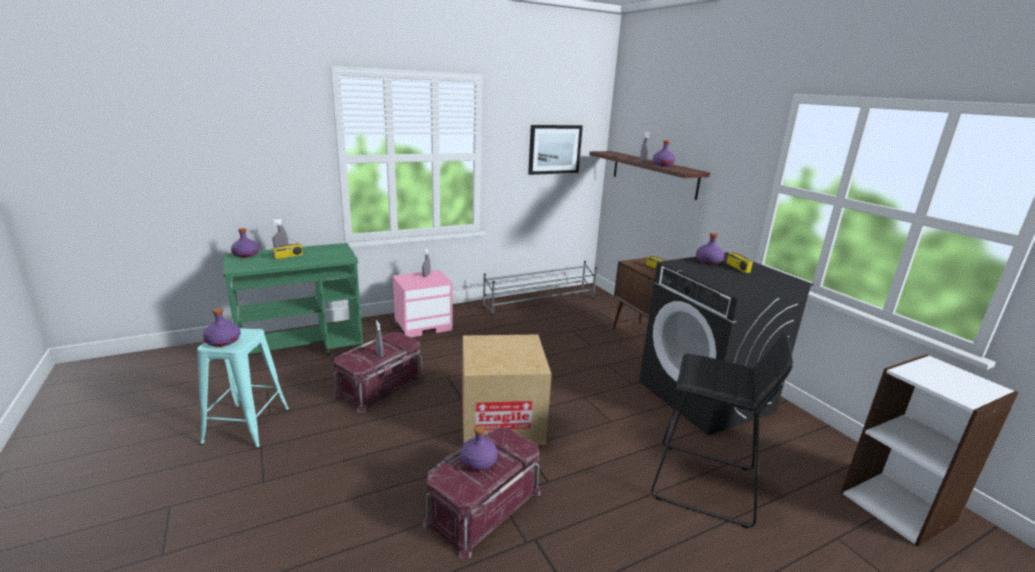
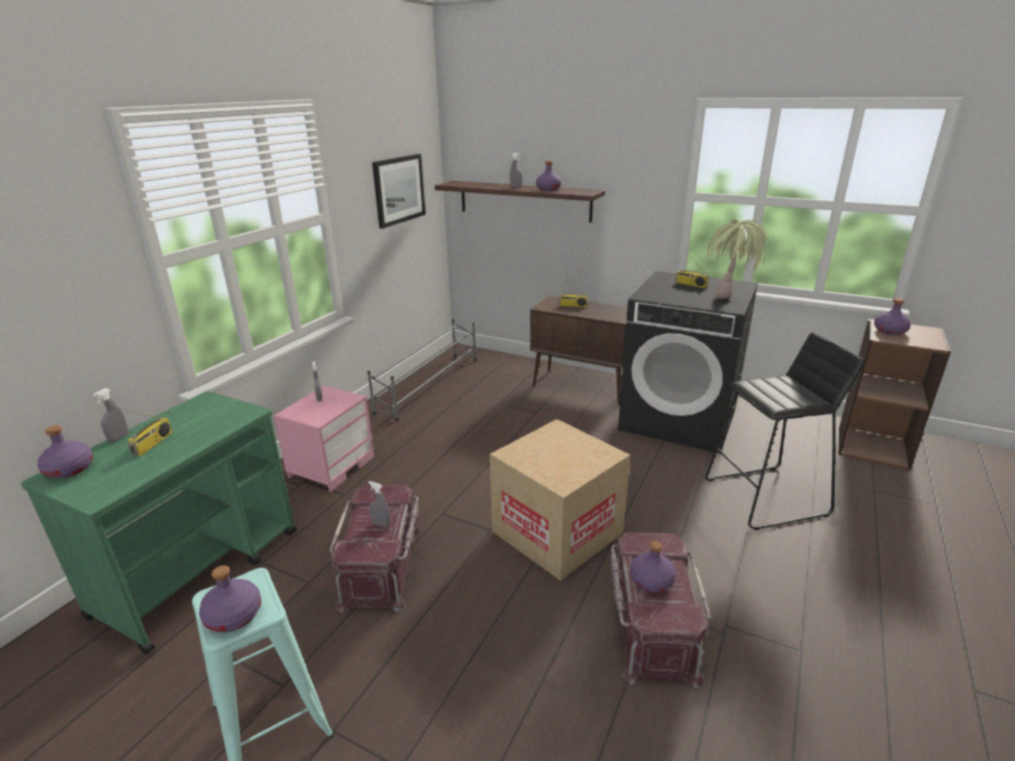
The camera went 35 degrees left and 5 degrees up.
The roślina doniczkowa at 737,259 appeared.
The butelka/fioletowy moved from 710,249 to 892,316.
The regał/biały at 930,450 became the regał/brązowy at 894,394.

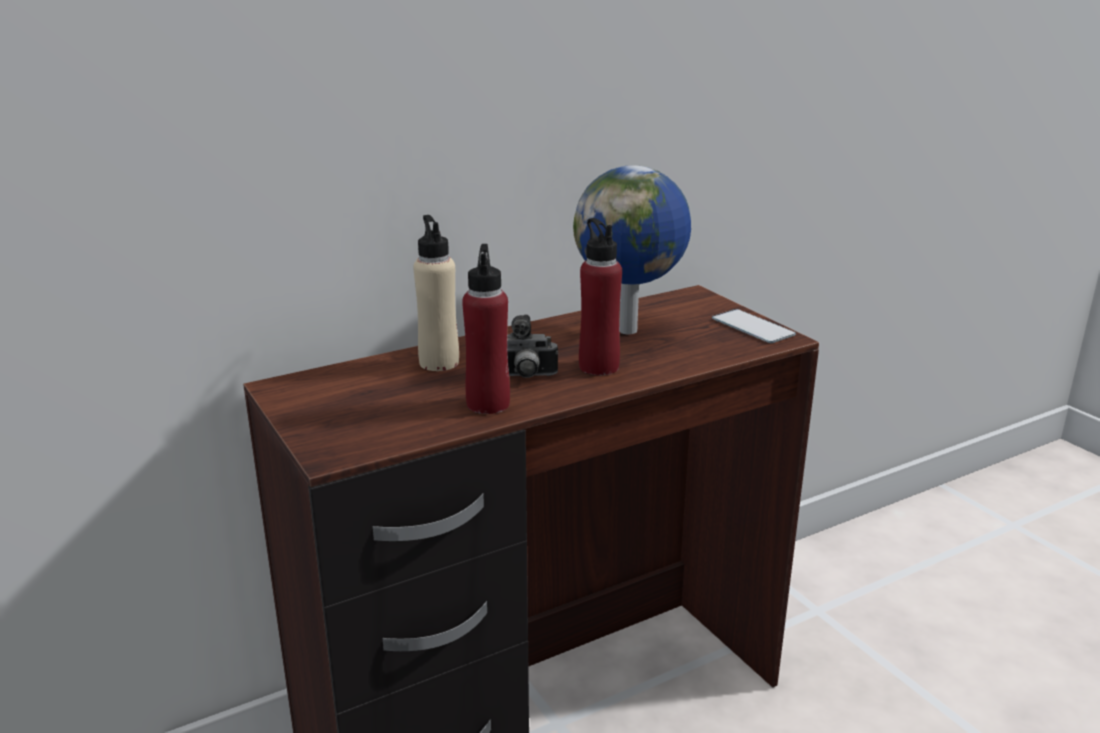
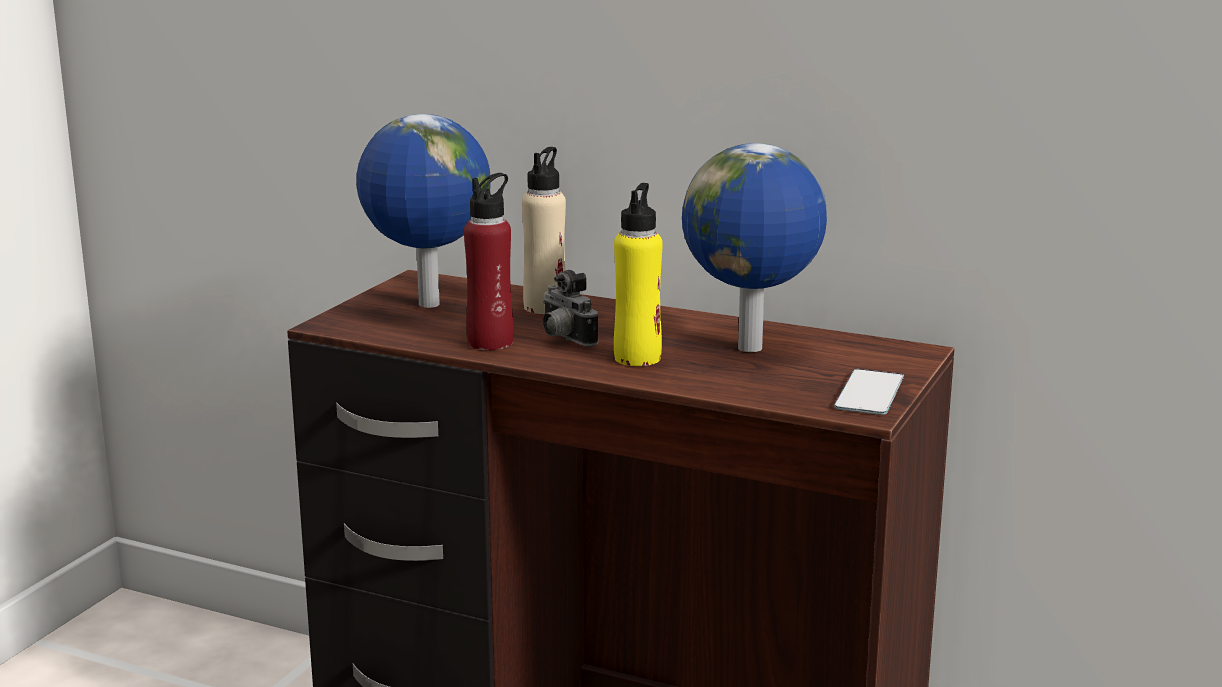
The camera went 55 degrees right and 5 degrees down.
The globus at 423,211 appeared.
The butelka/czerwony at 600,296 became the butelka/żółty at 638,274.

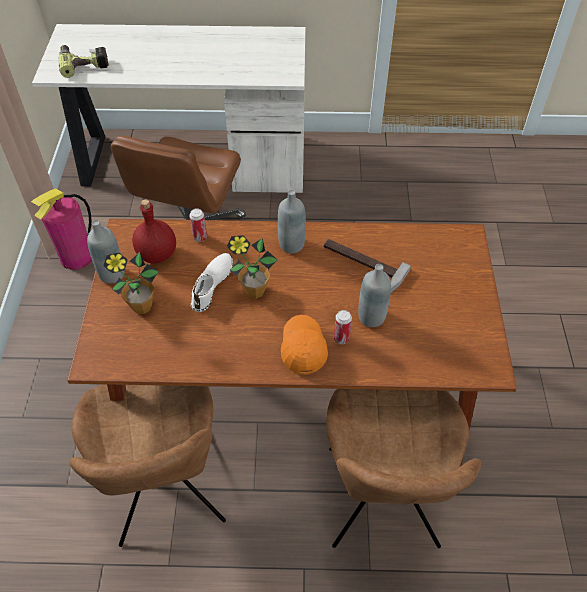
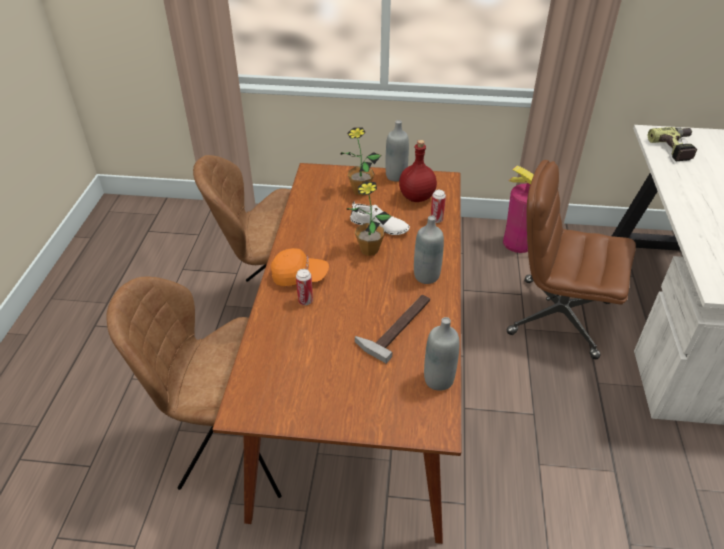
The camera went 95 degrees right and 10 degrees down.
The butelka/szary moved from 374,295 to 442,354.

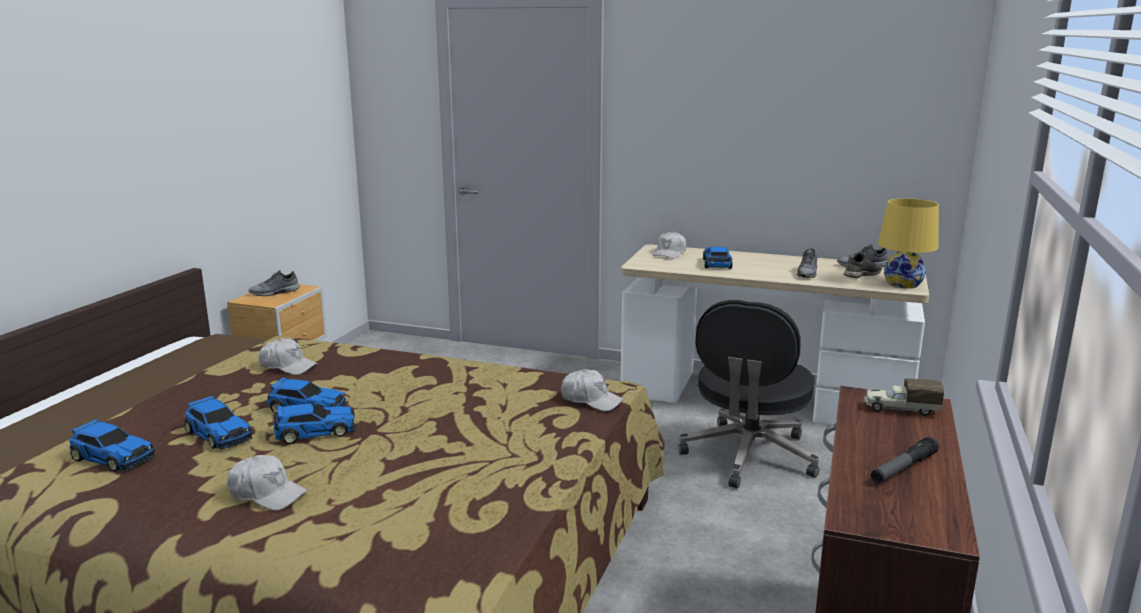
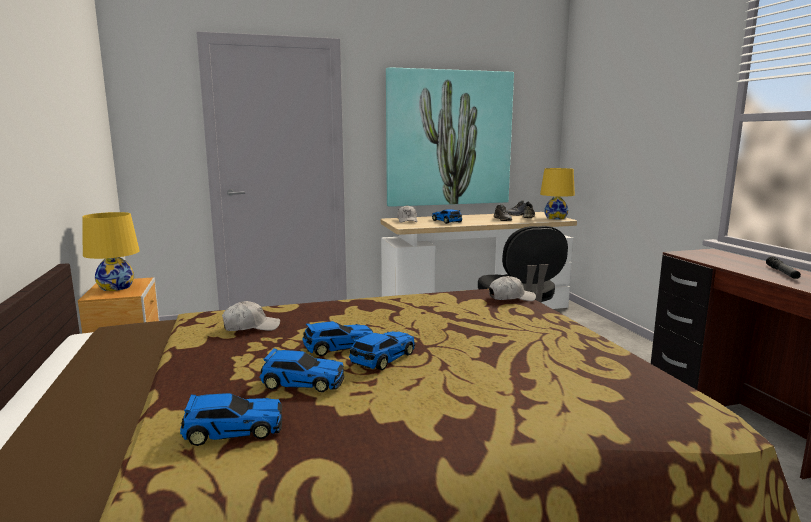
The camera went 35 degrees left and 5 degrees down.
The czapka z daszkiem/biały at 267,483 disappeared.
The ciężarówka zabawkowa at 904,397 disappeared.
The obraz at 450,137 appeared.
The but/szary at 274,283 was replaced by the lampa stołowa/żółty at 111,251.

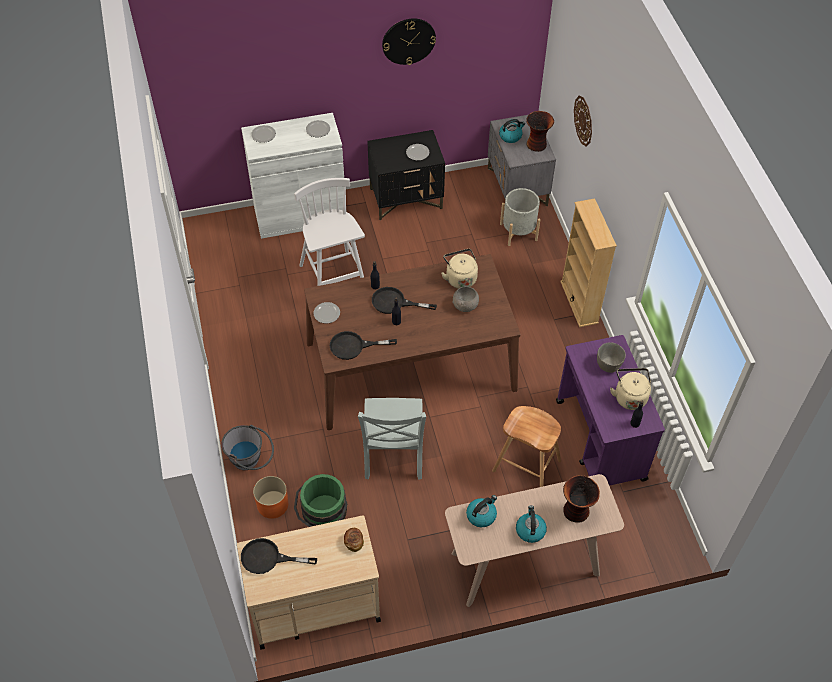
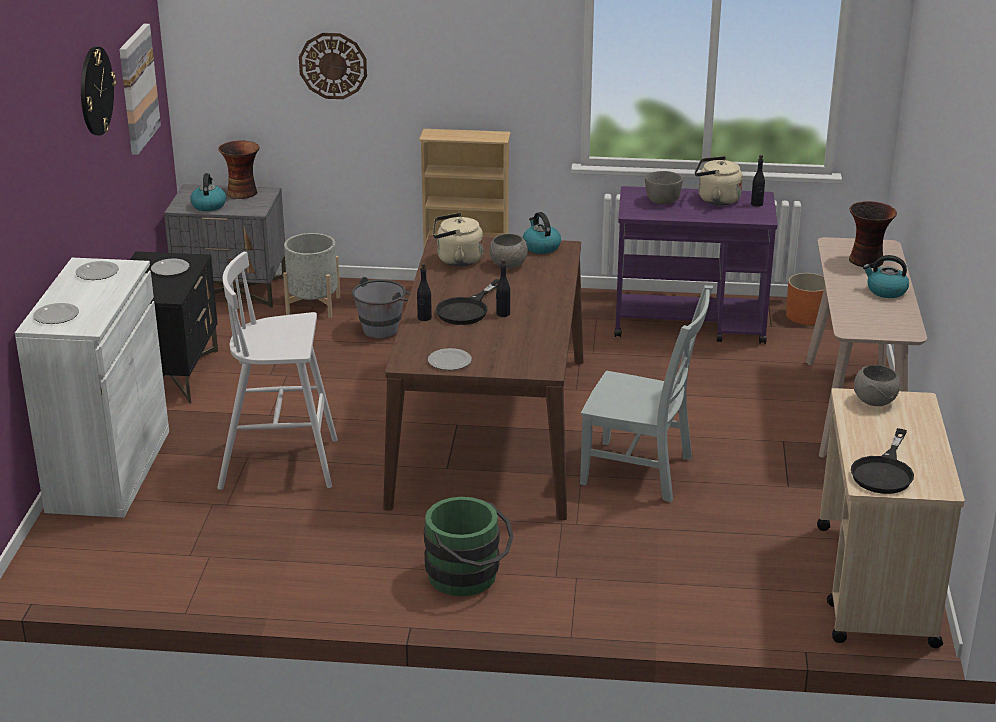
The camera went 70 degrees left and 25 degrees down.
The patelnia/czarny at 363,345 disappeared.
The stołek/brązowy at 526,446 disappeared.
The obraz at 140,89 appeared.
The wiadro/szary moved from 247,447 to 381,308.
The donica/pomarańczowy moved from 270,497 to 805,299.
The wiadro/zielony moved from 321,500 to 469,546.
The czajnik moved from 481,511 to 541,233.
The chleb at 354,540 was replaced by the miska/szary at 877,385.

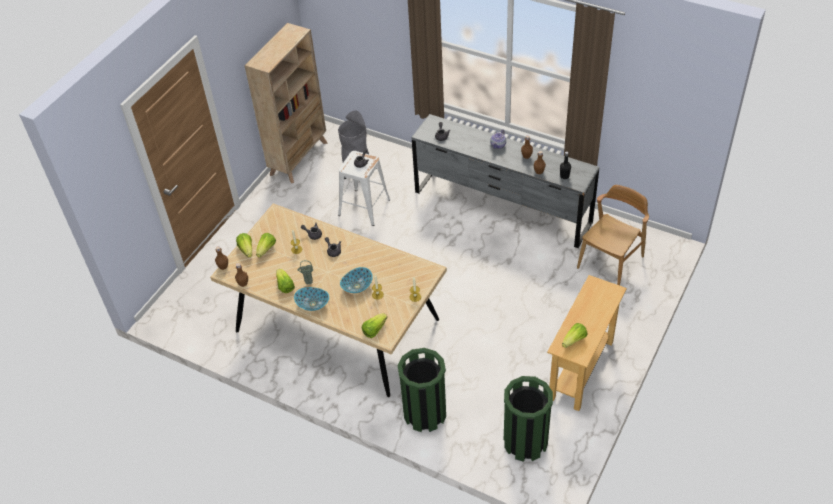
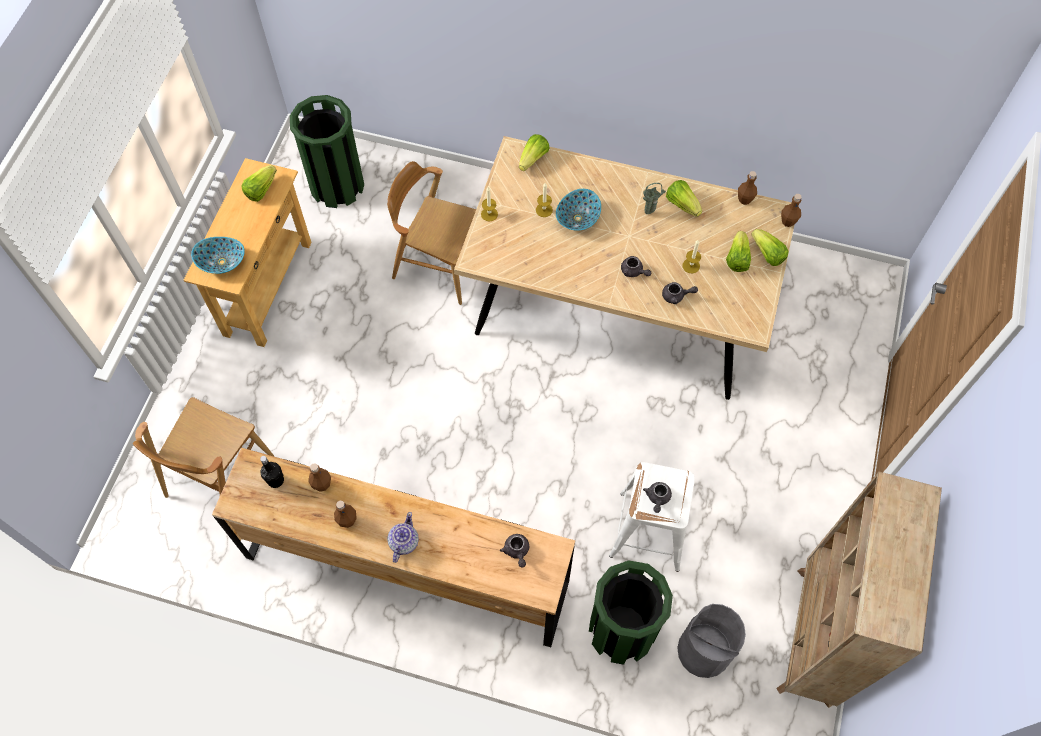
The camera went 165 degrees right and 15 degrees up.
The krzesło/brązowy at 431,233 appeared.
The miska moved from 311,299 to 218,255.
The kosz na śmieci/zielony moved from 422,390 to 631,612.
The komoda/szary at 505,181 became the komoda/brązowy at 393,547.

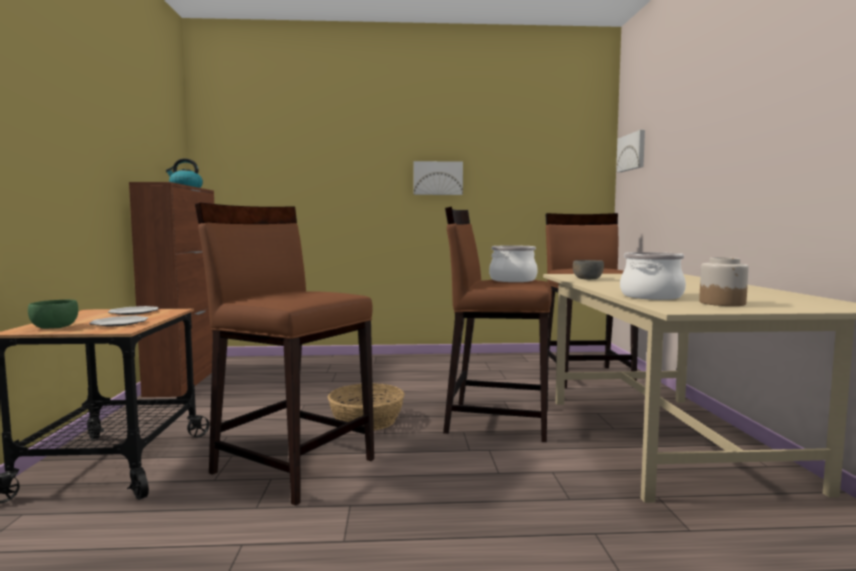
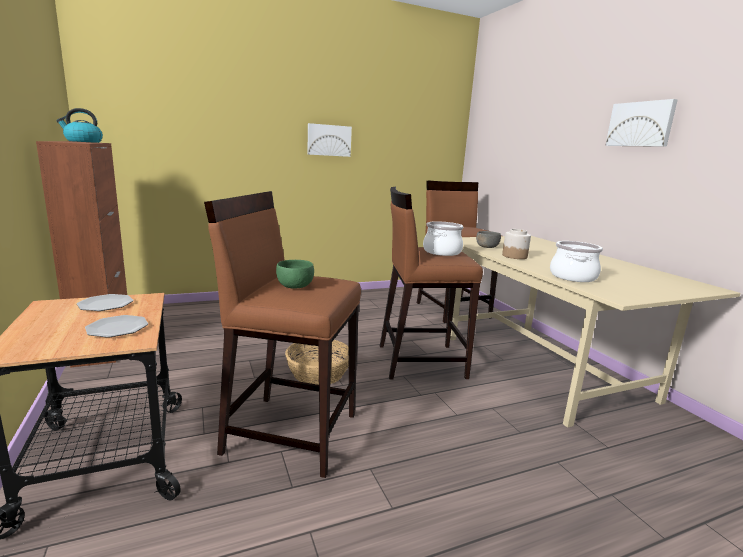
The camera went 20 degrees left and 10 degrees up.
The miska/zielony moved from 53,314 to 295,274.
The obraz moved from 630,151 to 641,123.
The słoik moved from 724,281 to 516,244.

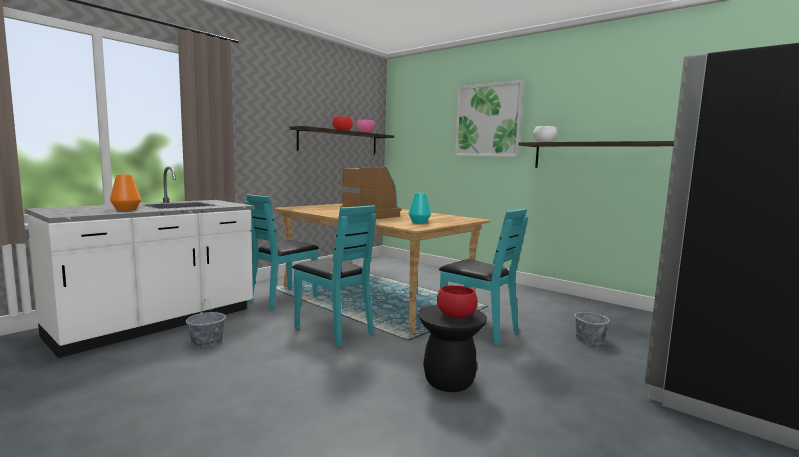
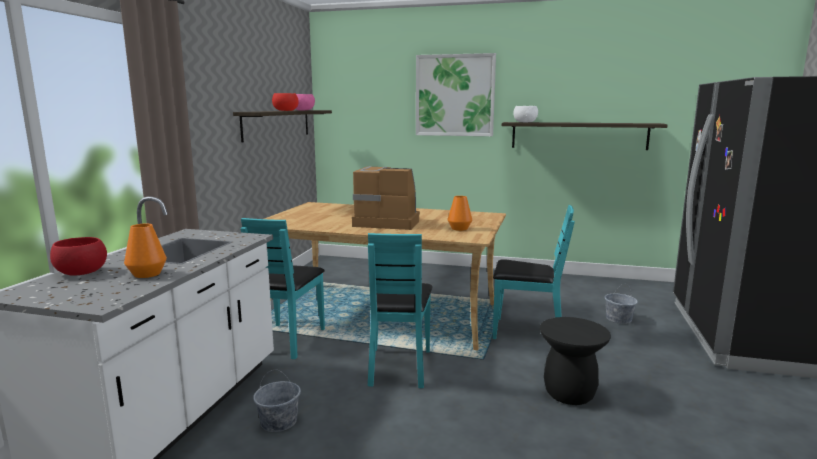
The camera went 25 degrees left and 5 degrees up.
The miska/czerwony moved from 457,301 to 78,256.
The wazon/turkusowy at 419,208 became the wazon/pomarańczowy at 460,213.
The krzesło/turkusowy at 334,276 turned 75 degrees clockwise.

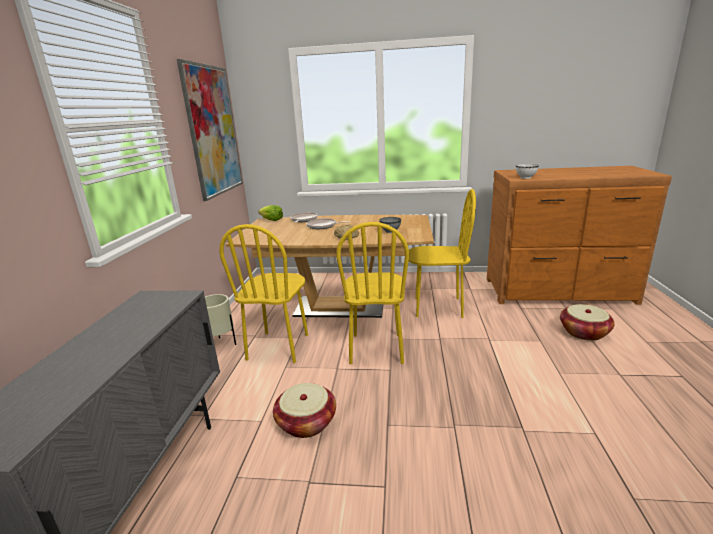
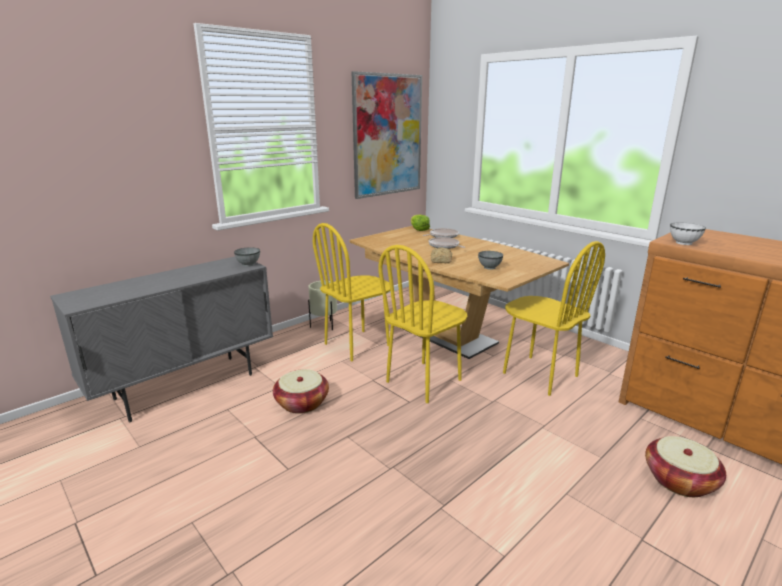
The camera went 40 degrees right and 0 degrees up.
The miska/szary at 247,257 appeared.

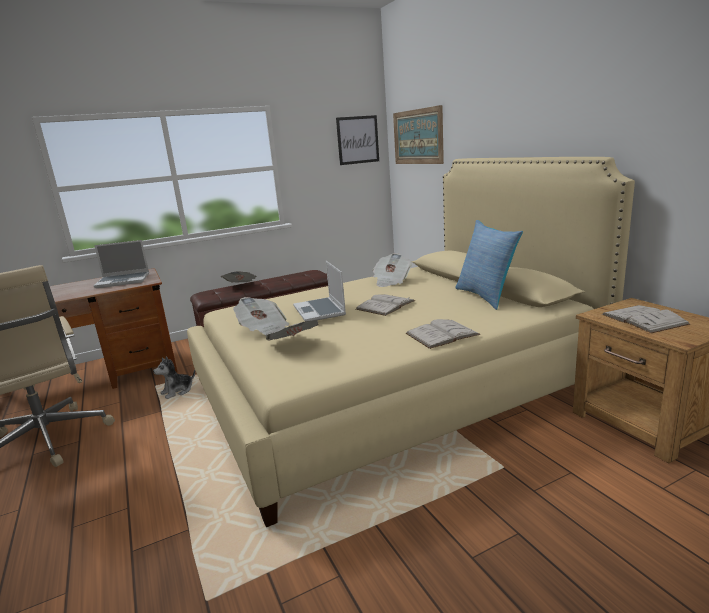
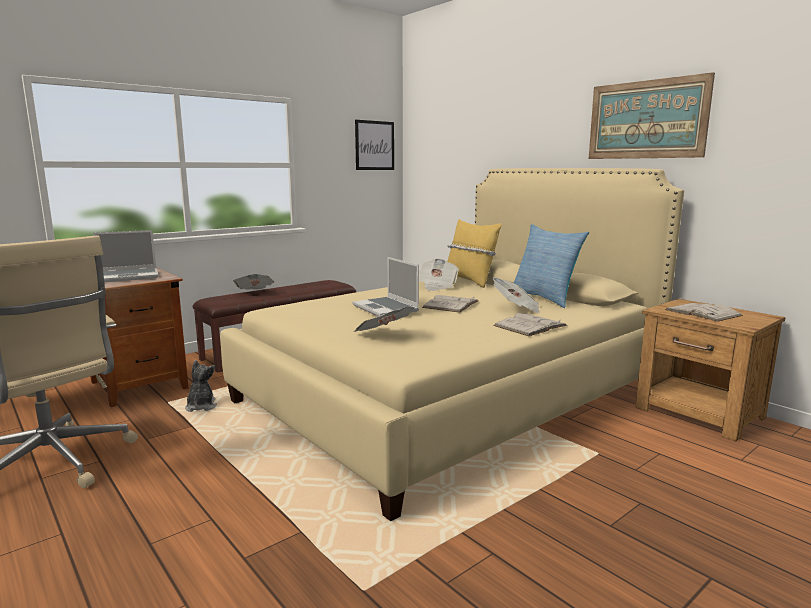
The camera went 15 degrees left and 5 degrees down.
The poduszka/żółty at 474,253 appeared.
The gazeta moved from 261,316 to 516,295.
The obraz moved from 418,134 to 652,115.
The pluszak at 174,378 turned 135 degrees clockwise.

